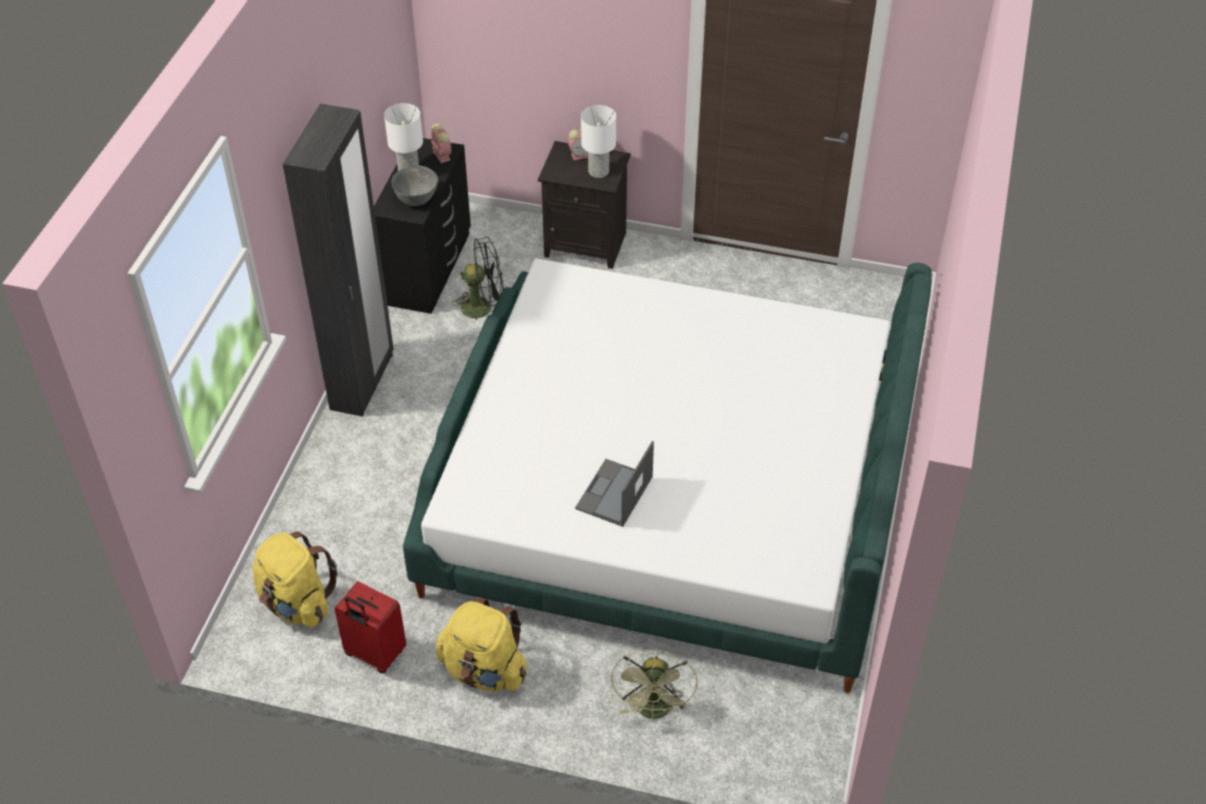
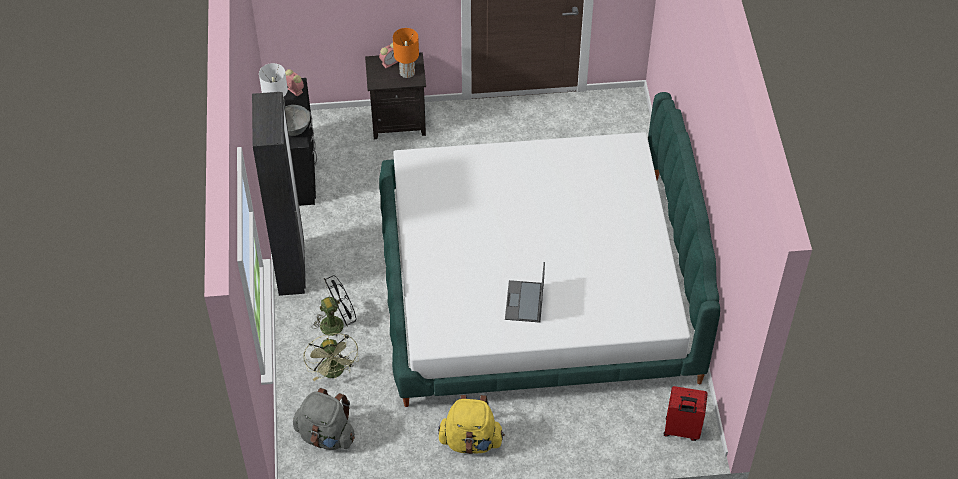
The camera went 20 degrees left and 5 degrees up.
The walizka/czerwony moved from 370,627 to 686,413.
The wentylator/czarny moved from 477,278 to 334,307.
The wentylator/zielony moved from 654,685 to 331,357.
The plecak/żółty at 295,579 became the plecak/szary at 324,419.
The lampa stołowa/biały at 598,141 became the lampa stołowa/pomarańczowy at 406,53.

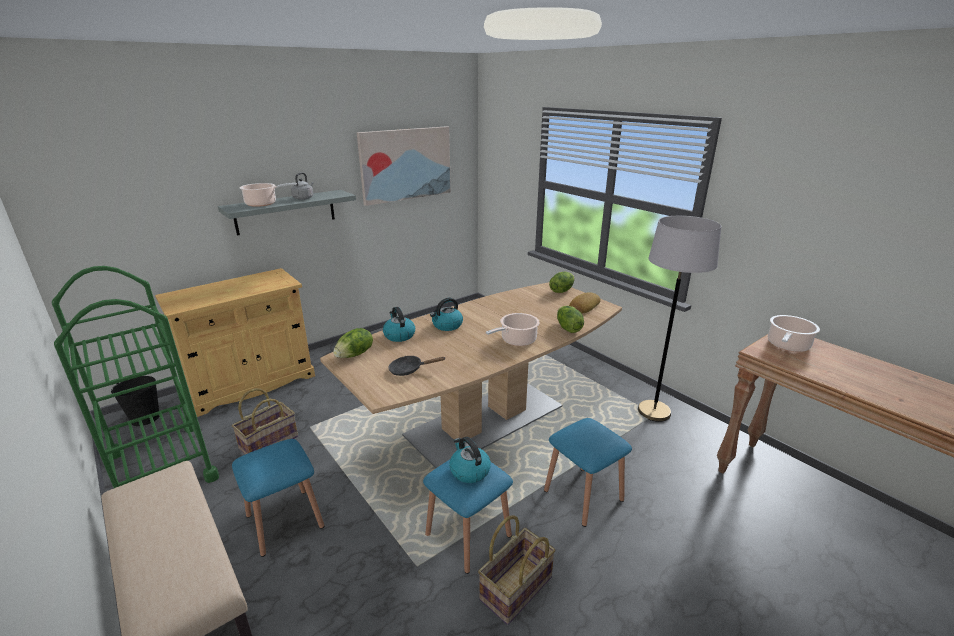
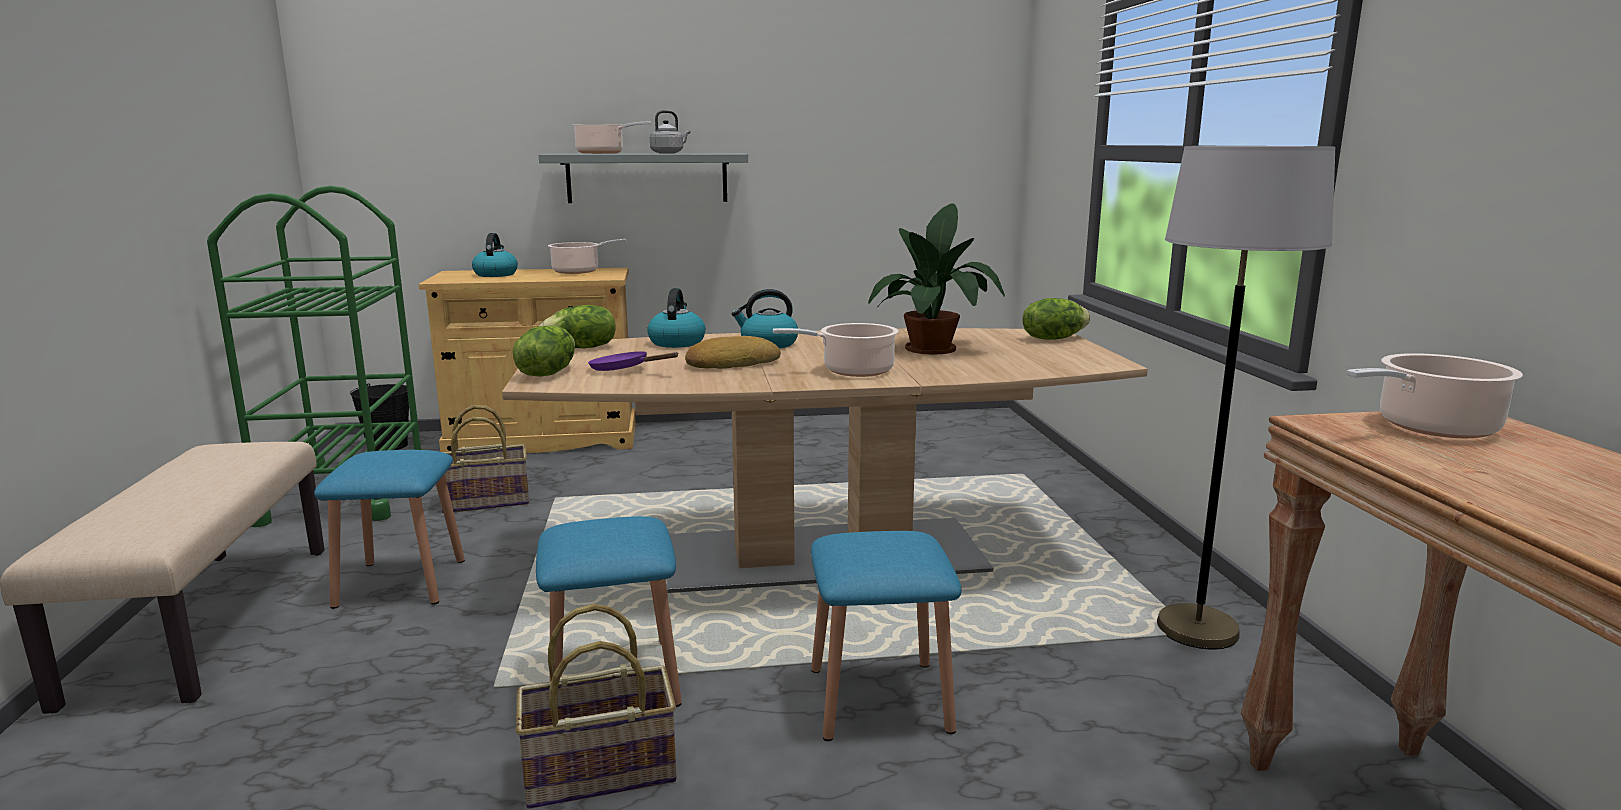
The camera went 30 degrees right and 10 degrees down.
The obraz at 404,166 disappeared.
The garnek at 587,256 appeared.
The roślina doniczkowa at 936,279 appeared.
The czajnik moved from 470,460 to 495,255.
The sałata moved from 570,319 to 544,351.
The chleb moved from 585,302 to 733,352.
The patelnia/czarny at 417,366 became the patelnia/fioletowy at 633,361.

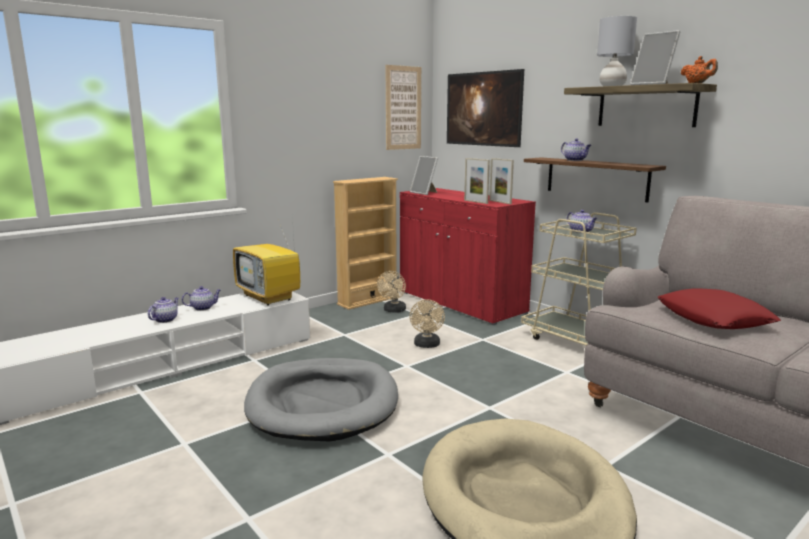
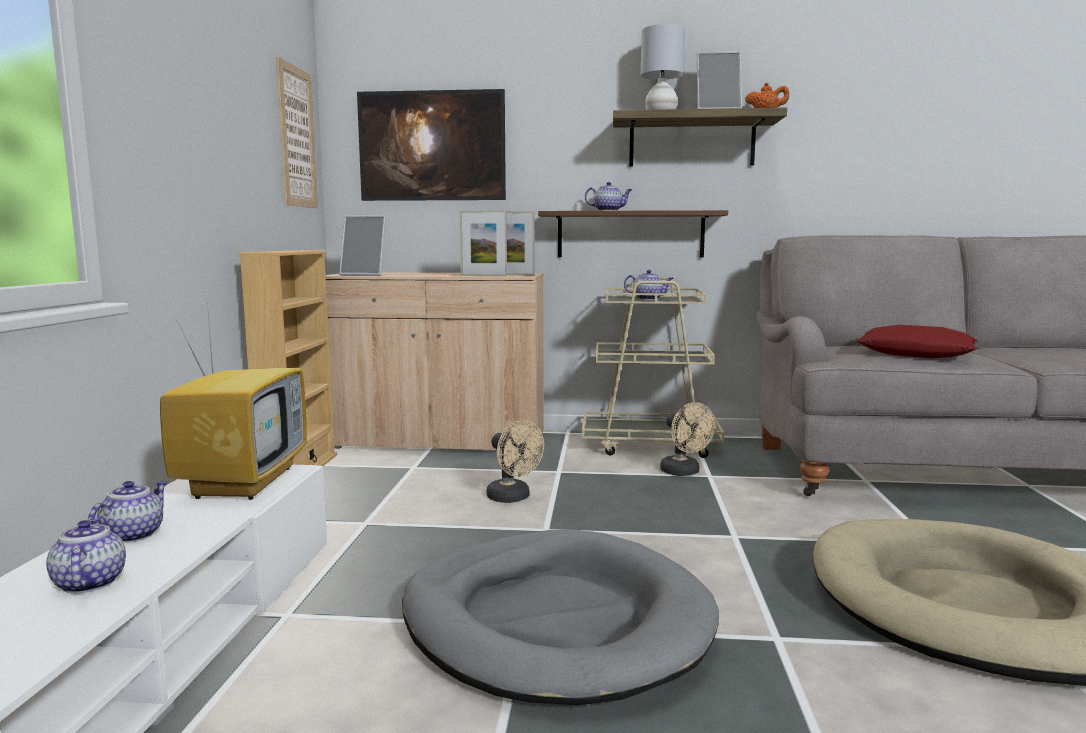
The camera went 45 degrees left and 5 degrees down.
The wentylator/beżowy moved from 391,292 to 687,439.
The szafka/czerwony at 468,256 became the szafka/beżowy at 435,361.
The telewizor at 266,261 turned 90 degrees counterclockwise.

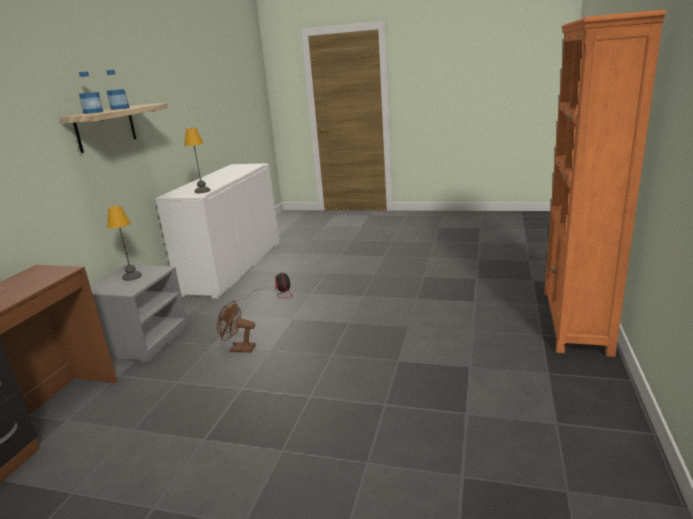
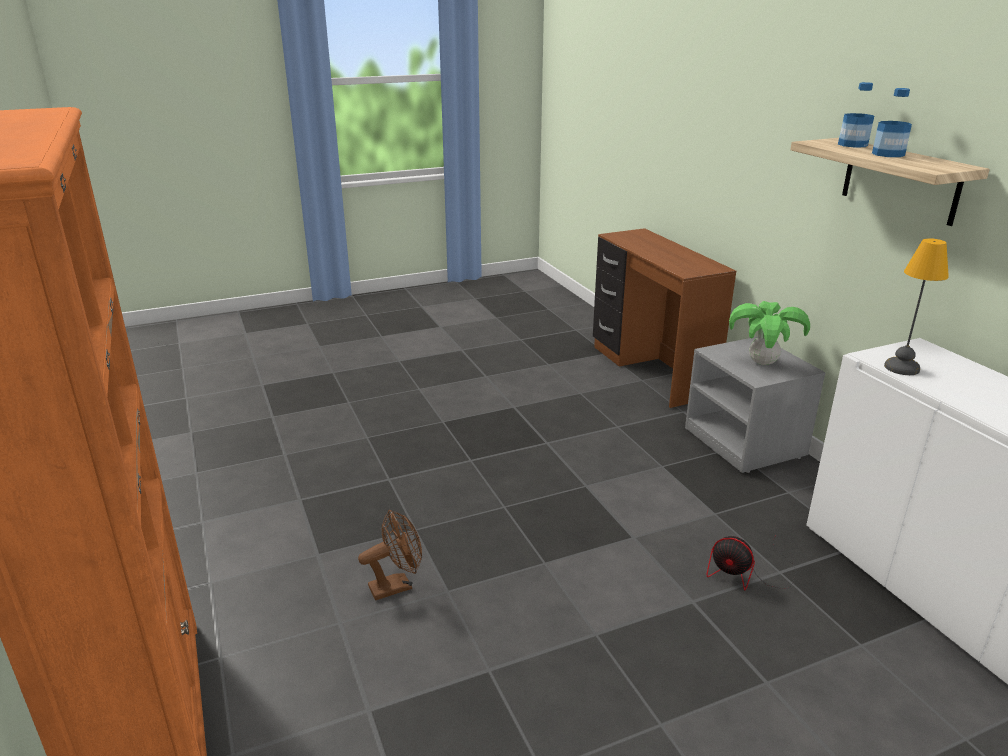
The camera went 140 degrees right and 5 degrees up.
The wentylator/brązowy moved from 236,327 to 390,555.
The lampa stołowa at 124,243 was replaced by the roślina doniczkowa at 769,333.

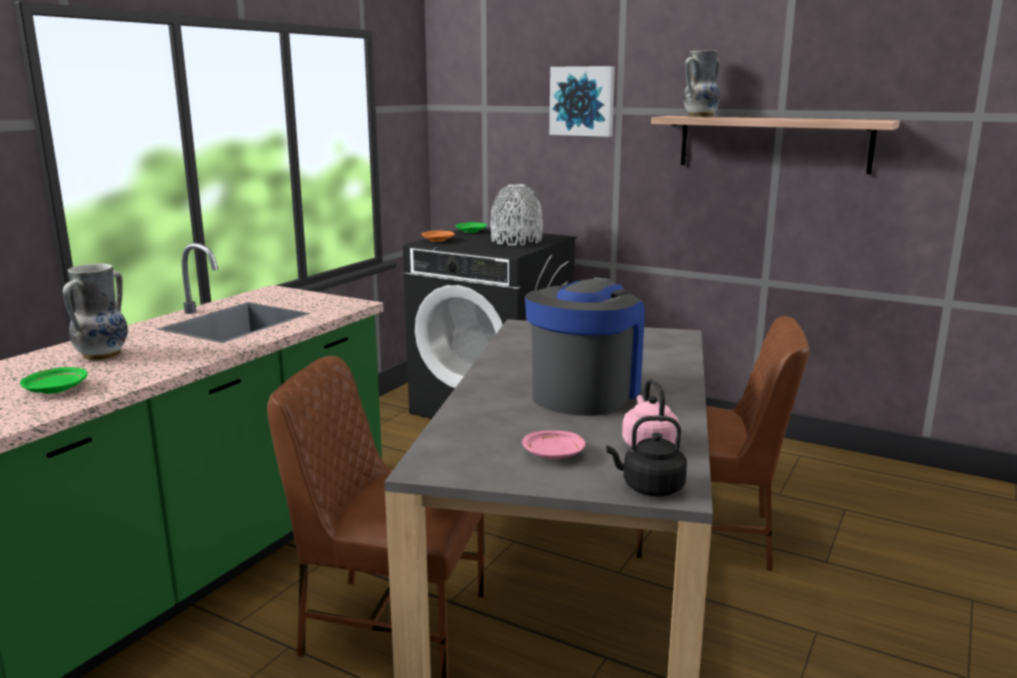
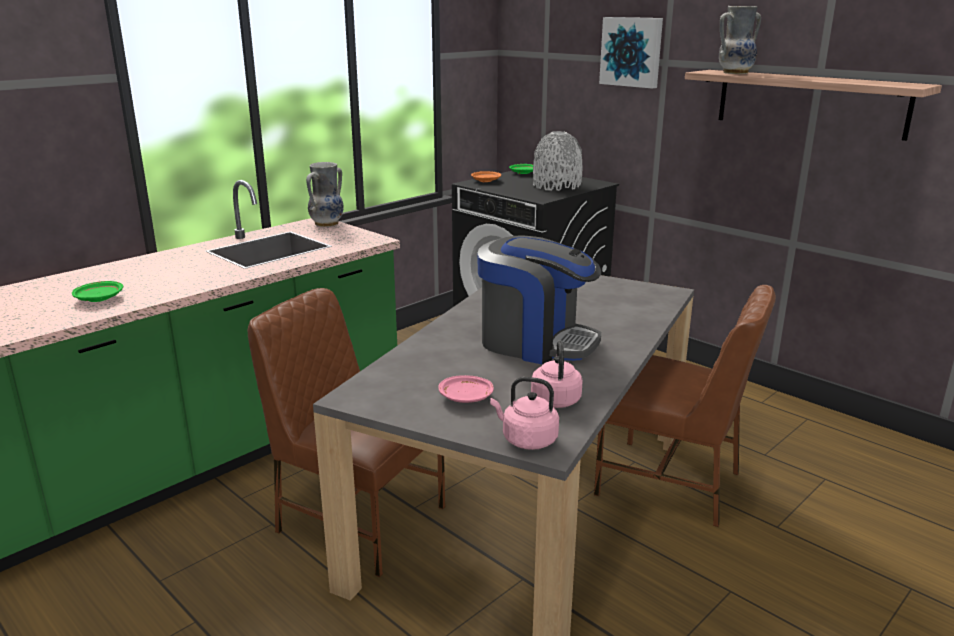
The camera went 15 degrees right and 5 degrees up.
The wazon moved from 95,312 to 325,194.
The czajnik/czarny at 646,456 became the czajnik/różowy at 524,413.
The ekspres do kawy at 585,346 turned 75 degrees clockwise.

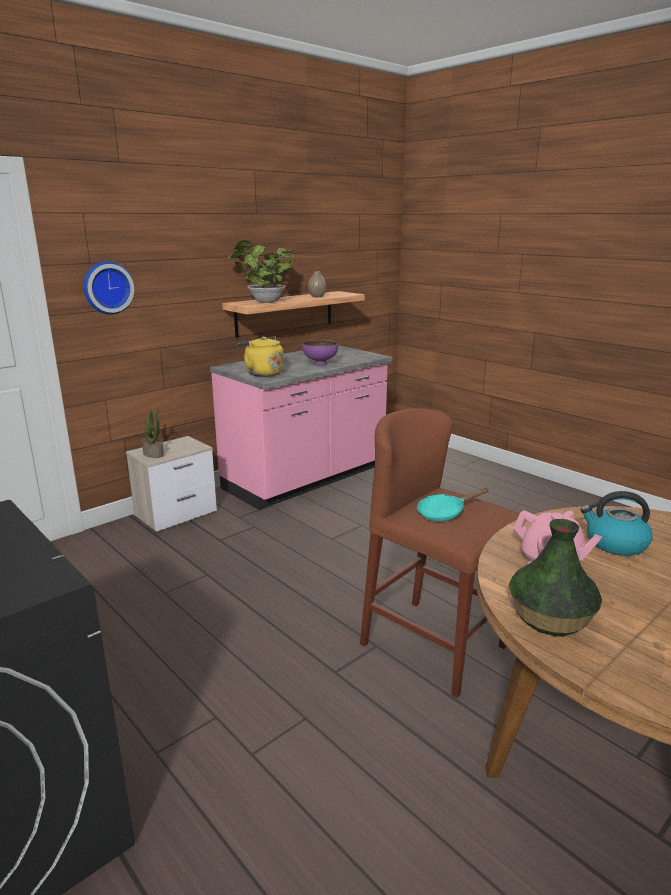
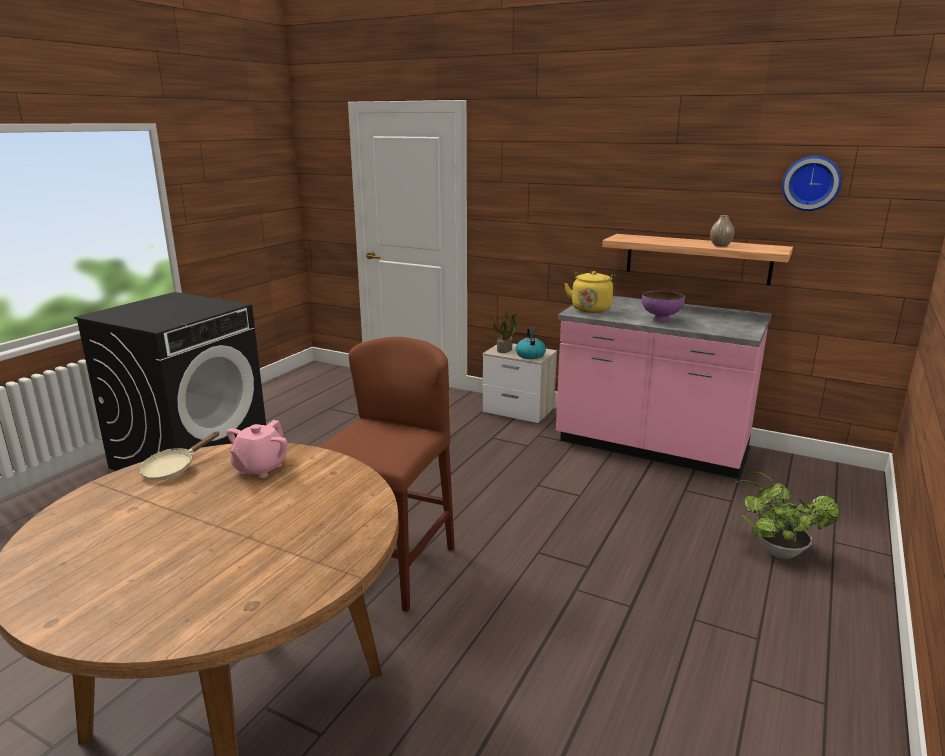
The camera went 70 degrees right and 0 degrees up.
The patelnia/turkusowy at 453,504 disappeared.
The zegar ścienny moved from 109,288 to 812,183.
The roślina doniczkowa moved from 260,271 to 788,515.
The czajnik moved from 616,523 to 531,343.
The wazon at 555,578 was replaced by the patelnia/beżowy at 179,456.

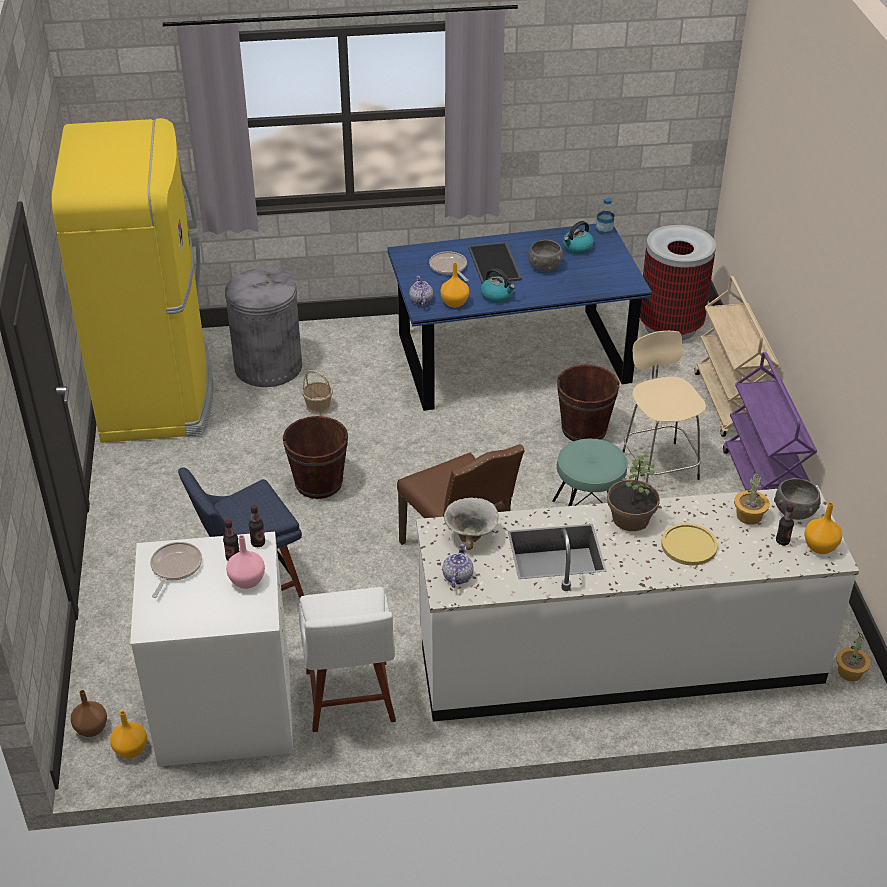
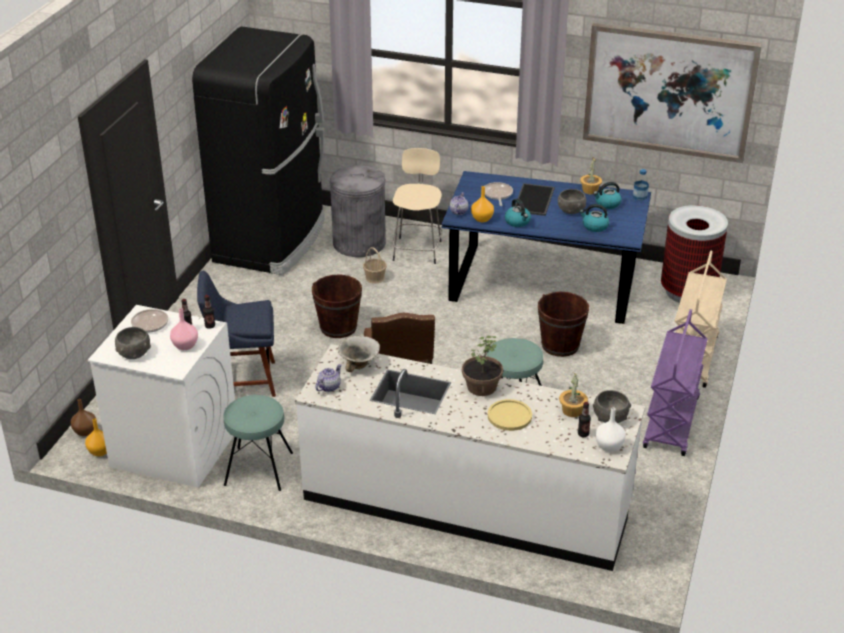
The camera went 25 degrees right and 5 degrees down.
The miska/szary at 133,343 appeared.
The czajnik at 594,218 appeared.
The obraz at 672,92 appeared.
The stołek/beżowy moved from 664,407 to 418,206.
The roślina doniczkowa moved from 853,656 to 591,175.
The krzesło/biały at 347,659 was replaced by the stołek/turkusowy at 258,443.
The lodówka/żółty at 132,280 became the lodówka/czarny at 258,150.
The wazon/pomarańczowy at 823,528 became the wazon/biały at 610,430.

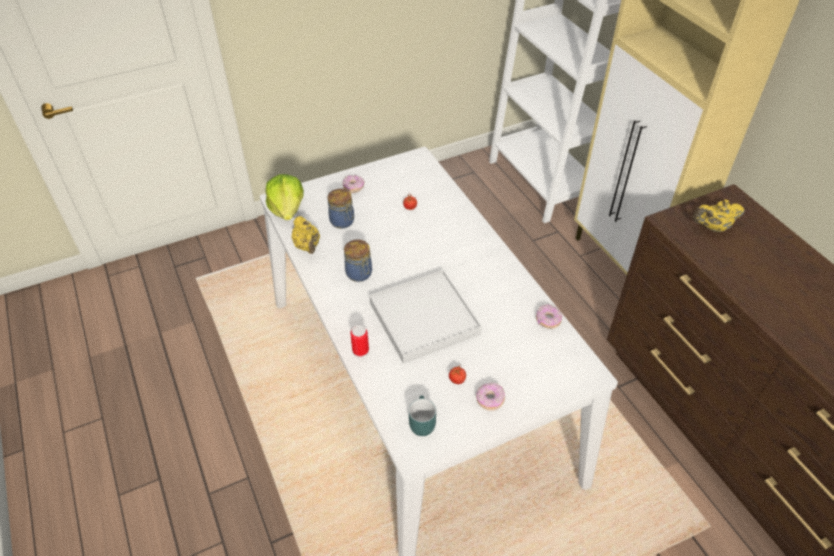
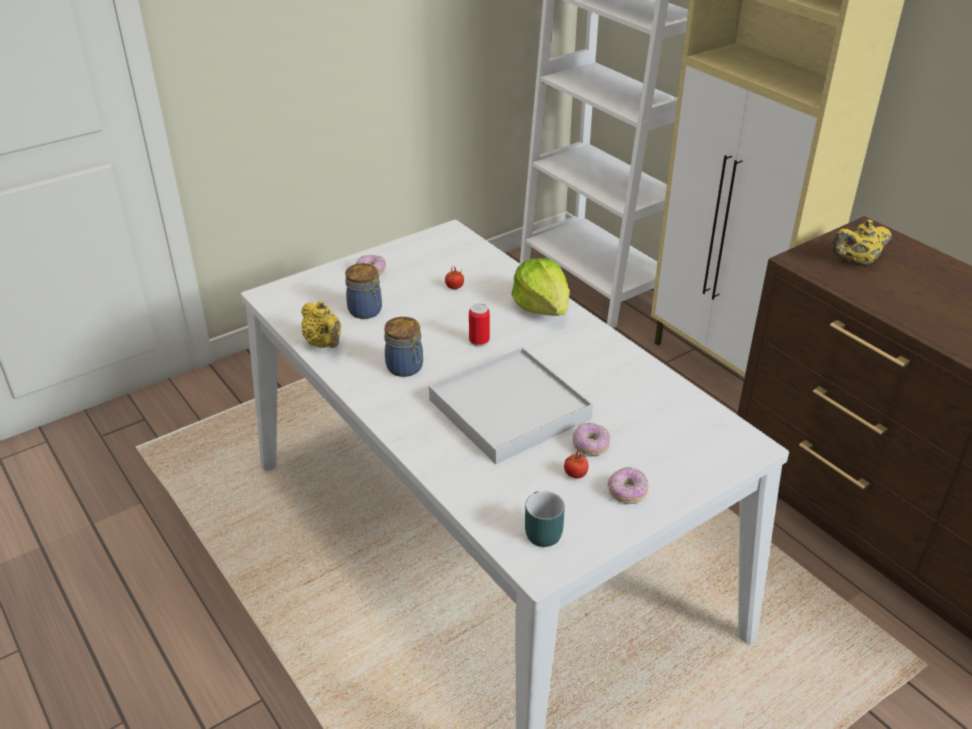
The camera went 10 degrees left and 10 degrees down.
The sałata moved from 284,197 to 540,287.
The puszka moved from 359,341 to 479,325.
The donut moved from 549,316 to 591,439.

